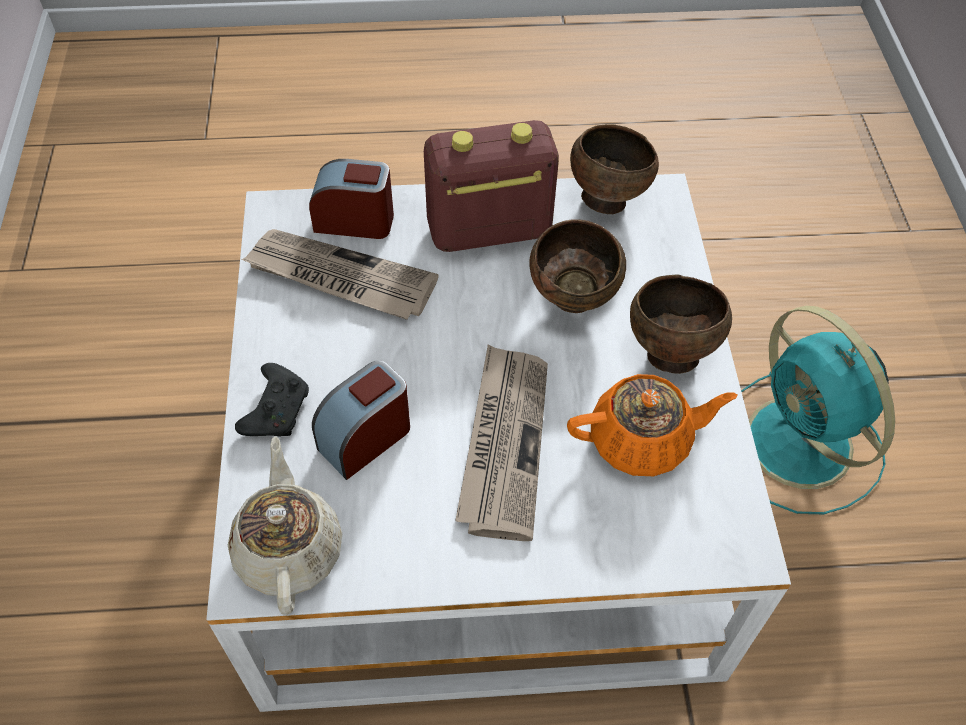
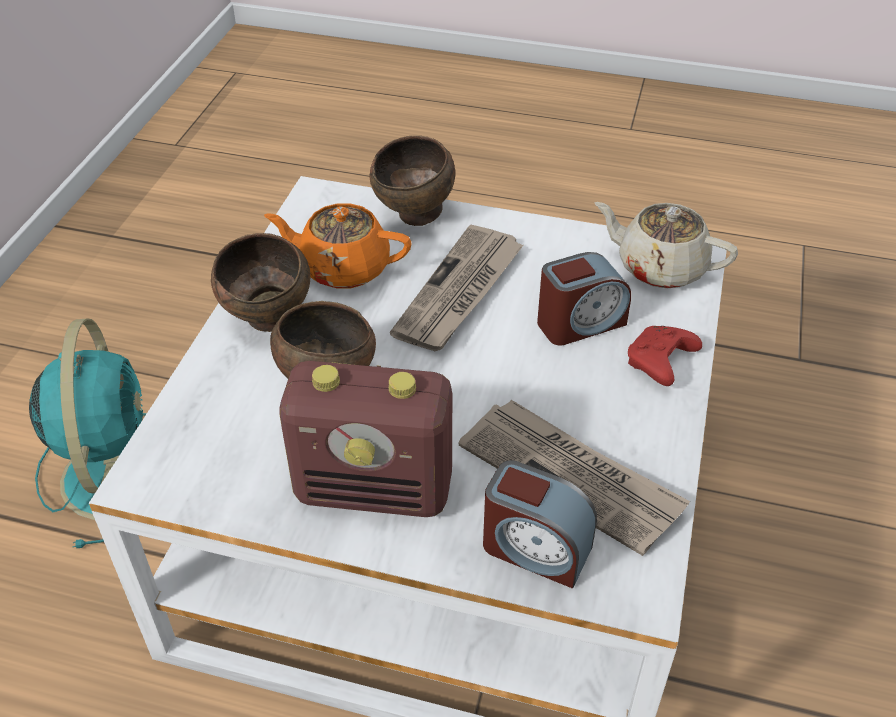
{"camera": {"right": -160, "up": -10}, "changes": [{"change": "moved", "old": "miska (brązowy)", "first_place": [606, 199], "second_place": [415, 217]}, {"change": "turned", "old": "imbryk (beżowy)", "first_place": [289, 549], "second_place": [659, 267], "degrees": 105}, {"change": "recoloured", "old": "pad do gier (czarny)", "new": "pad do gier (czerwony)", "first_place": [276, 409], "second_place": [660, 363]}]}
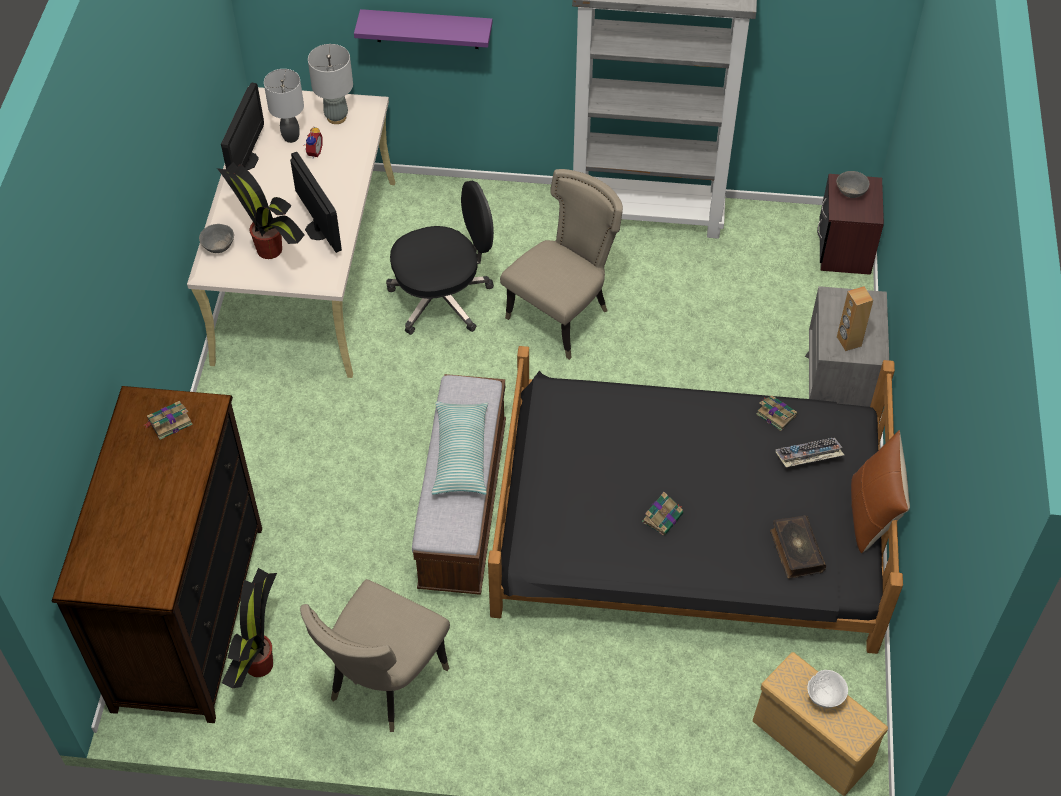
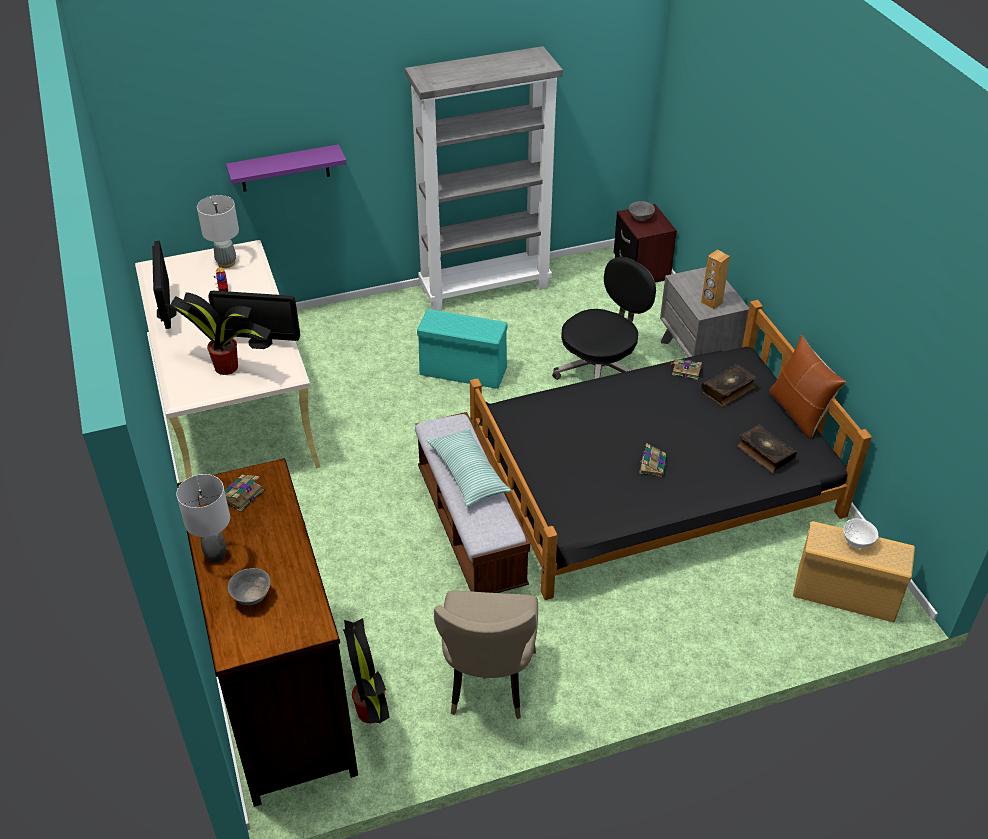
{"camera": {"right": -25, "up": -10}, "changes": [{"change": "moved", "old": "lampa stołowa (szary)", "first_place": [290, 137], "second_place": [215, 555]}, {"change": "turned", "old": "monitor", "first_place": [318, 230], "second_place": [260, 342], "degrees": 150}, {"change": "moved", "old": "miska (szary)", "first_place": [219, 248], "second_place": [252, 598]}, {"change": "replaced", "old": "krzesło (beżowy)", "new": "pojemnik do przechowywania (turkusowy)", "first_place": [563, 315], "second_place": [464, 371]}, {"change": "moved", "old": "krzesło biurowe (czarny)", "first_place": [443, 298], "second_place": [600, 371]}, {"change": "replaced", "old": "klawiatura", "new": "książka", "first_place": [808, 457], "second_place": [728, 390]}]}
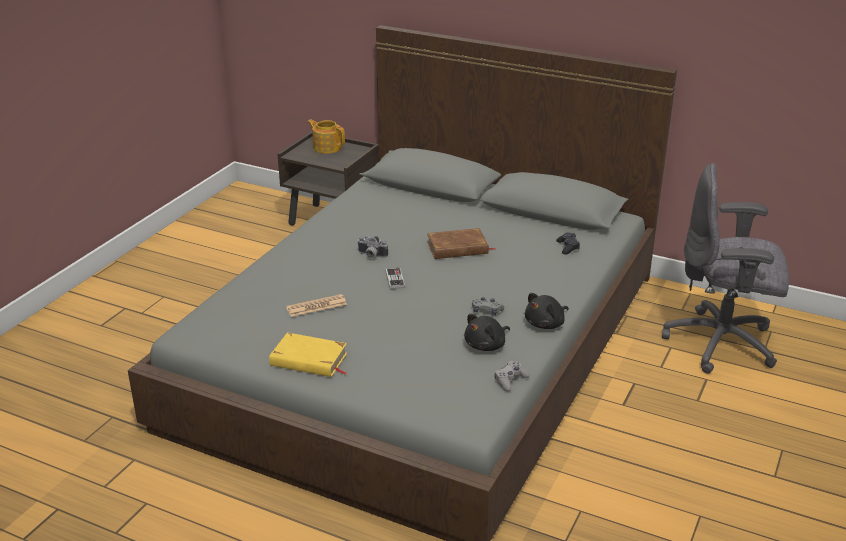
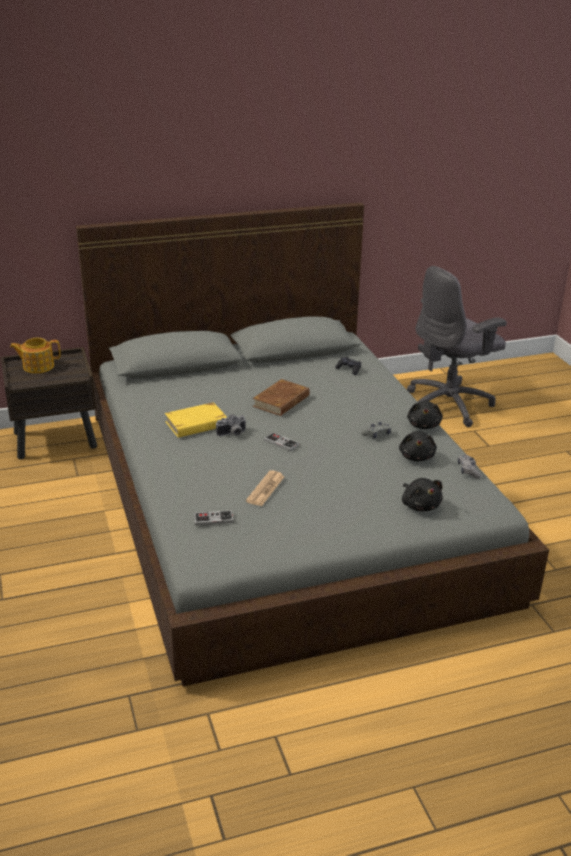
{"camera": {"right": -45, "up": 0}, "changes": [{"change": "moved", "old": "książka (żółty)", "first_place": [309, 360], "second_place": [197, 424]}, {"change": "added", "new": "pad do gier", "second_place": [213, 519]}, {"change": "added", "new": "pluszak (czarny)", "second_place": [420, 505]}]}
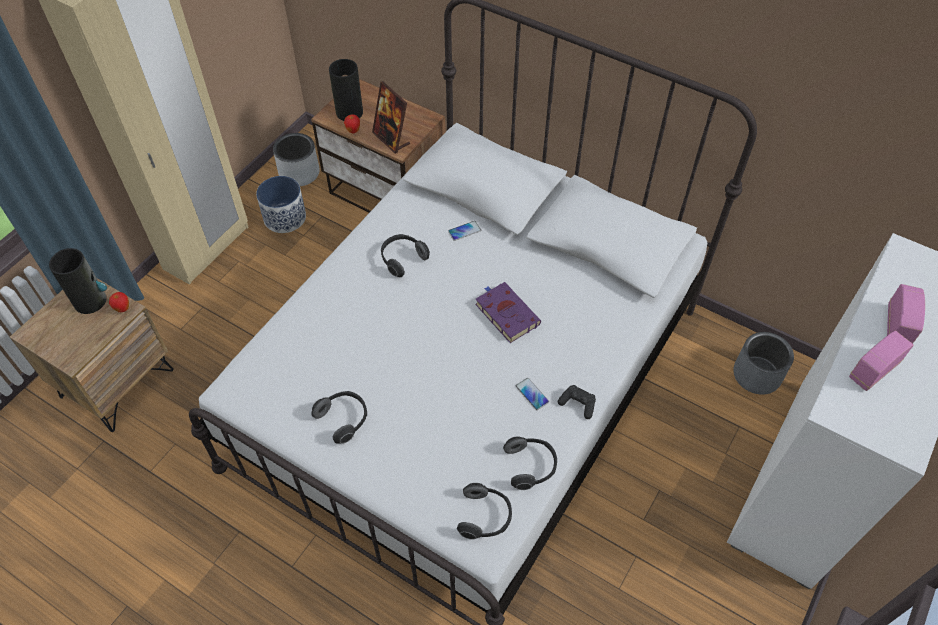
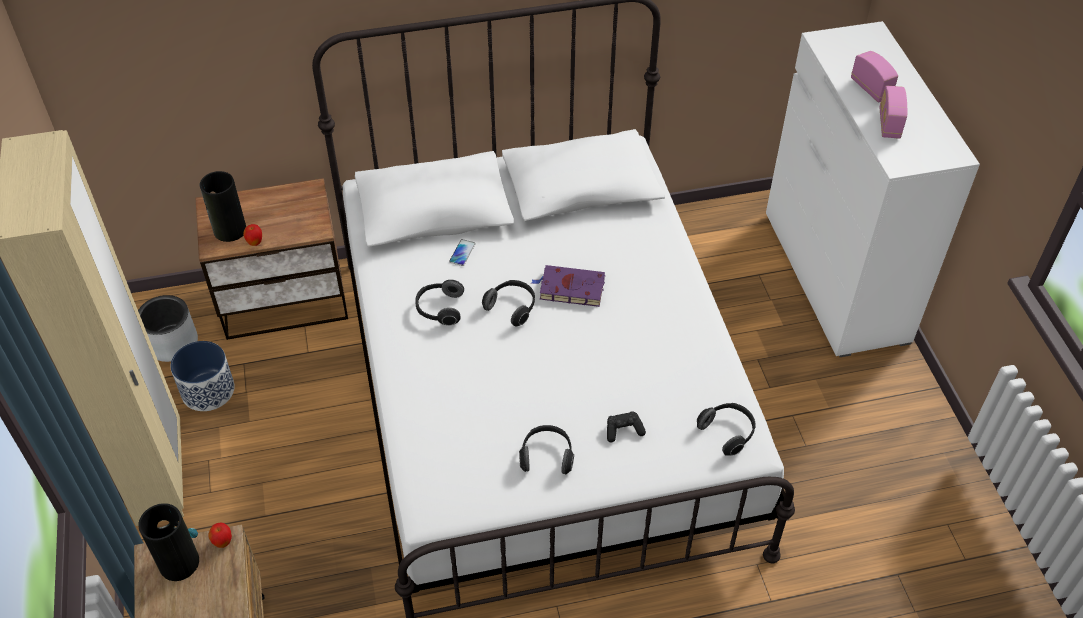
{"camera": {"right": -45, "up": -5}, "changes": [{"change": "moved", "old": "słuchawki", "first_place": [531, 466], "second_place": [512, 307]}, {"change": "moved", "old": "pad do gier (czarny)", "first_place": [578, 404], "second_place": [623, 430]}, {"change": "removed", "old": "ramka na zdjęcie", "first_place": [391, 139]}, {"change": "removed", "old": "telefon", "first_place": [532, 394]}, {"change": "removed", "old": "donica (szary)", "first_place": [757, 375]}]}
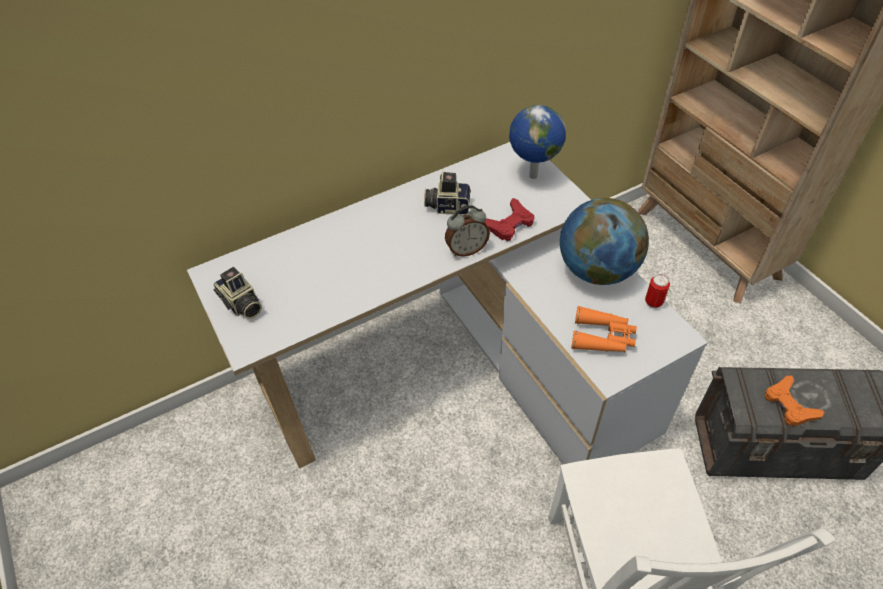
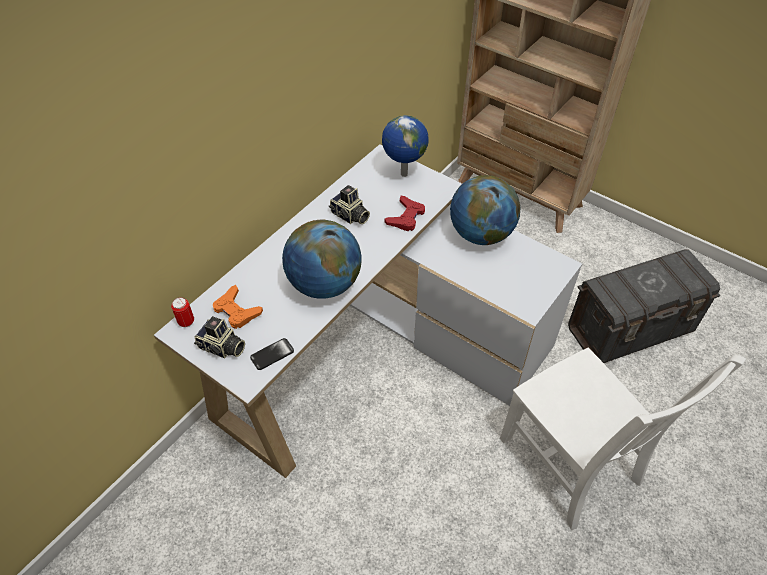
{"camera": {"right": -25, "up": 0}, "changes": [{"change": "moved", "old": "puszka", "first_place": [653, 302], "second_place": [186, 322]}, {"change": "moved", "old": "pad do gier (pomarańczowy)", "first_place": [789, 405], "second_place": [237, 311]}, {"change": "added", "new": "telefon", "second_place": [272, 354]}, {"change": "added", "new": "globus", "second_place": [324, 284]}, {"change": "turned", "old": "aparat fotograficzny", "first_place": [447, 206], "second_place": [350, 216], "degrees": -120}, {"change": "removed", "old": "budzik", "first_place": [466, 249]}, {"change": "removed", "old": "lornetka (pomarańczowy)", "first_place": [603, 337]}]}
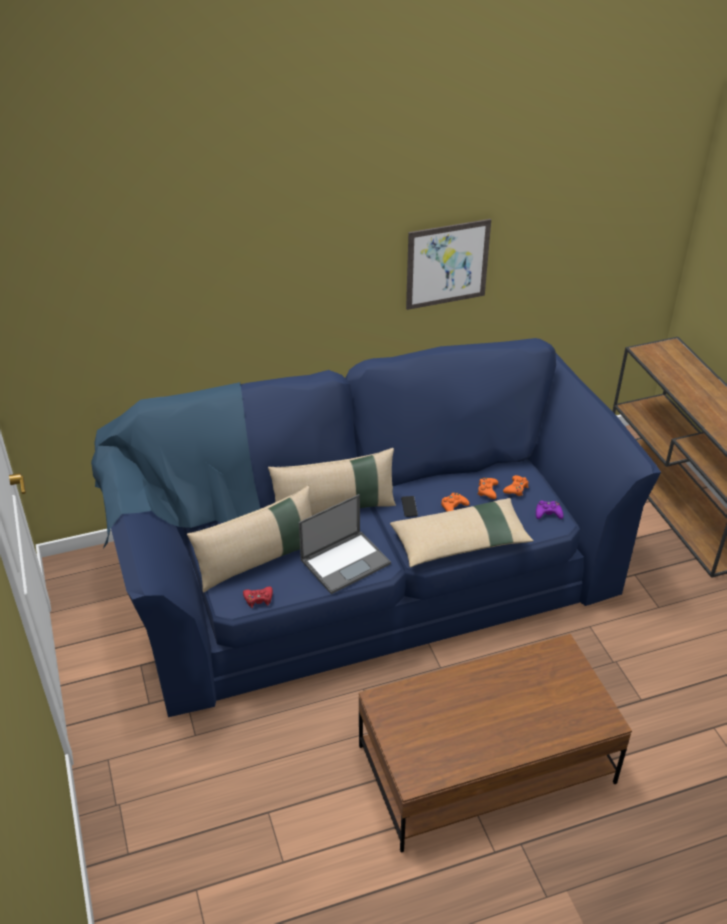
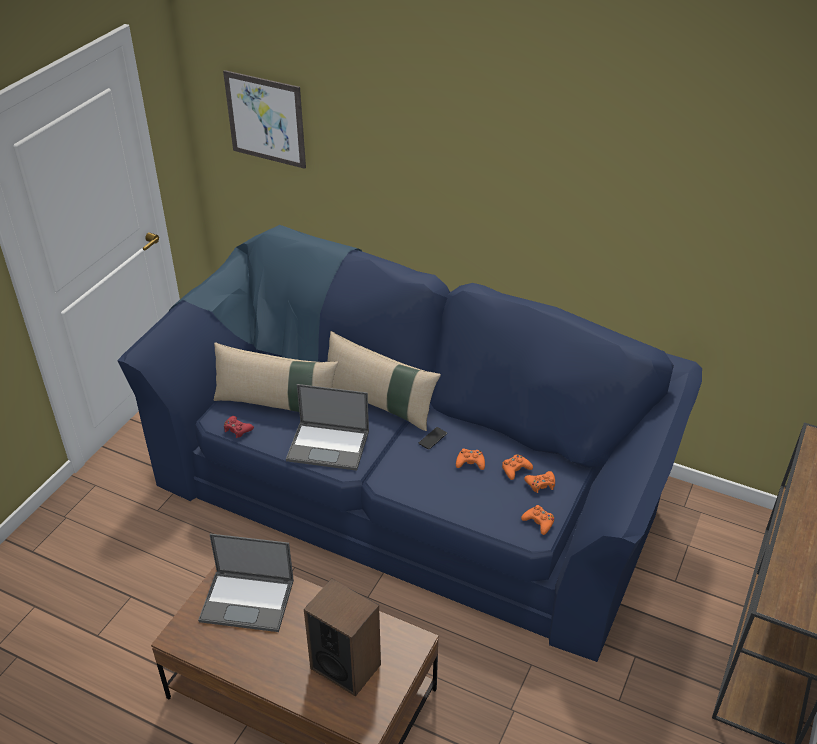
{"camera": {"right": 45, "up": 0}, "changes": [{"change": "added", "new": "laptop", "second_place": [248, 600]}, {"change": "moved", "old": "obraz", "first_place": [447, 264], "second_place": [265, 119]}, {"change": "added", "new": "głośnik", "second_place": [345, 666]}, {"change": "recoloured", "old": "pad do gier (fioletowy)", "new": "pad do gier (pomarańczowy)", "first_place": [548, 513], "second_place": [539, 522]}, {"change": "removed", "old": "poduszka (beżowy)", "first_place": [461, 542]}]}
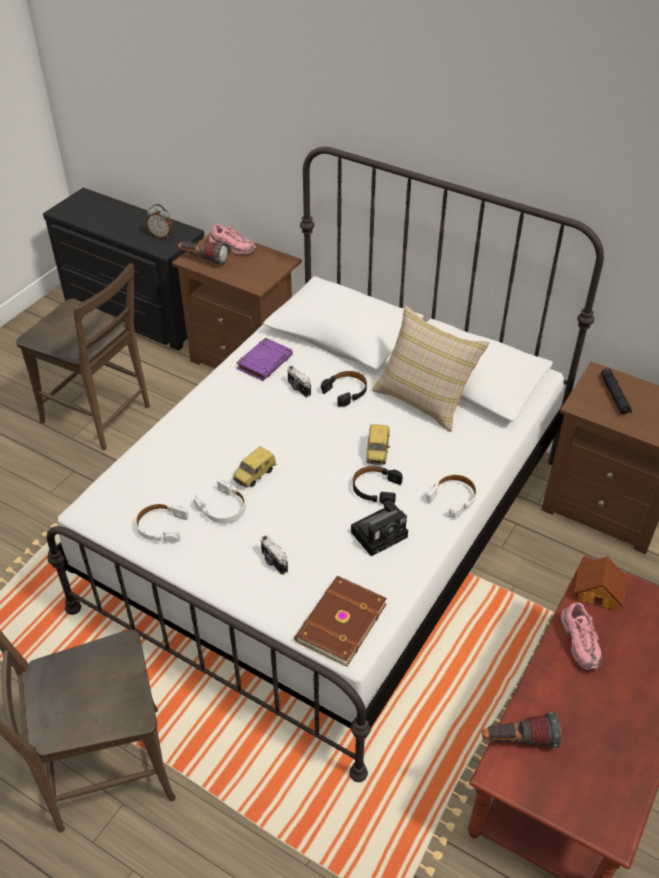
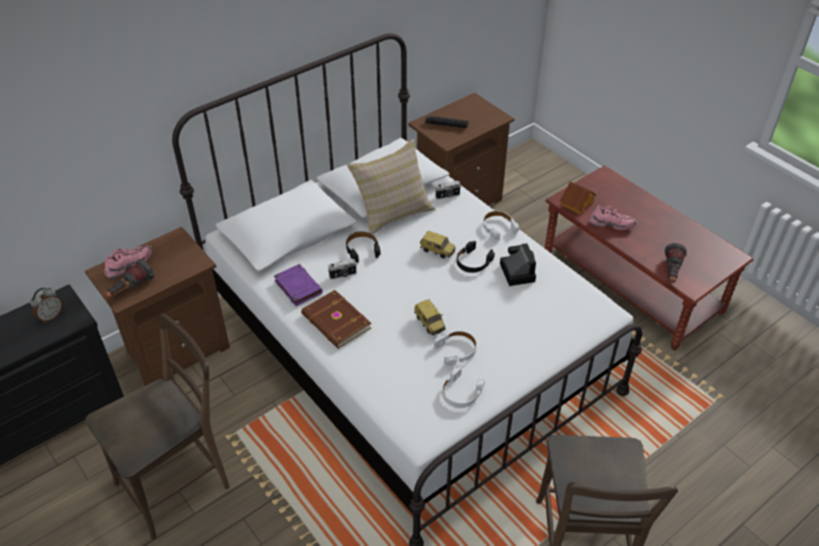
{"camera": {"right": -70, "up": 0}, "changes": [{"change": "moved", "old": "książka (brązowy)", "first_place": [339, 622], "second_place": [335, 322]}, {"change": "moved", "old": "aparat fotograficzny", "first_place": [273, 562], "second_place": [448, 196]}]}
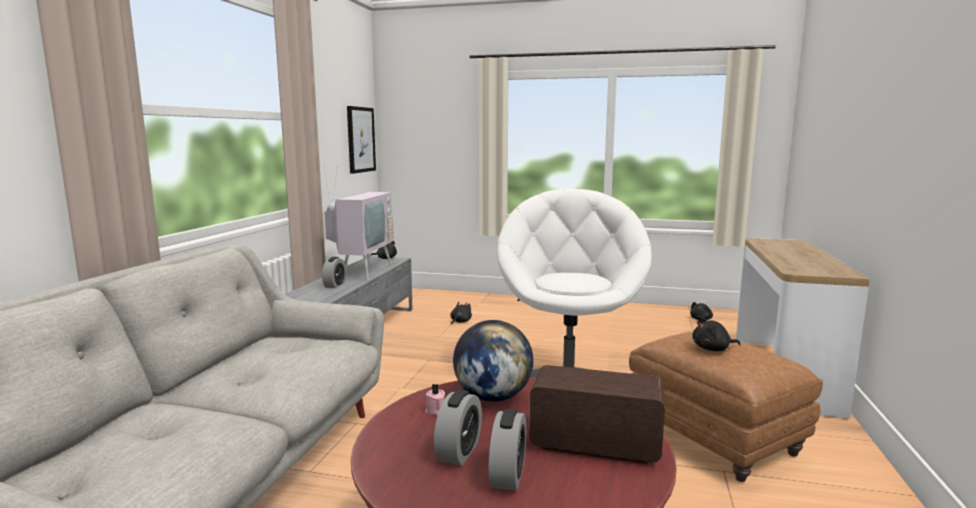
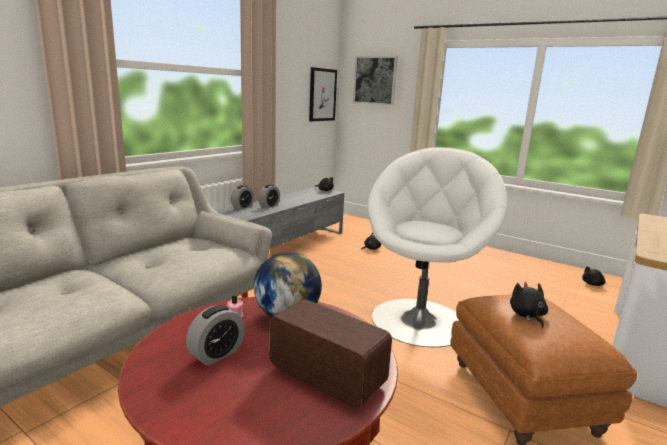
{"camera": {"right": 20, "up": 5}, "changes": [{"change": "moved", "old": "budzik", "first_place": [508, 475], "second_place": [242, 207]}, {"change": "added", "new": "obraz", "second_place": [375, 80]}, {"change": "turned", "old": "pluszak (czarny)", "first_place": [713, 349], "second_place": [527, 315], "degrees": 75}, {"change": "removed", "old": "telewizor", "first_place": [362, 271]}]}
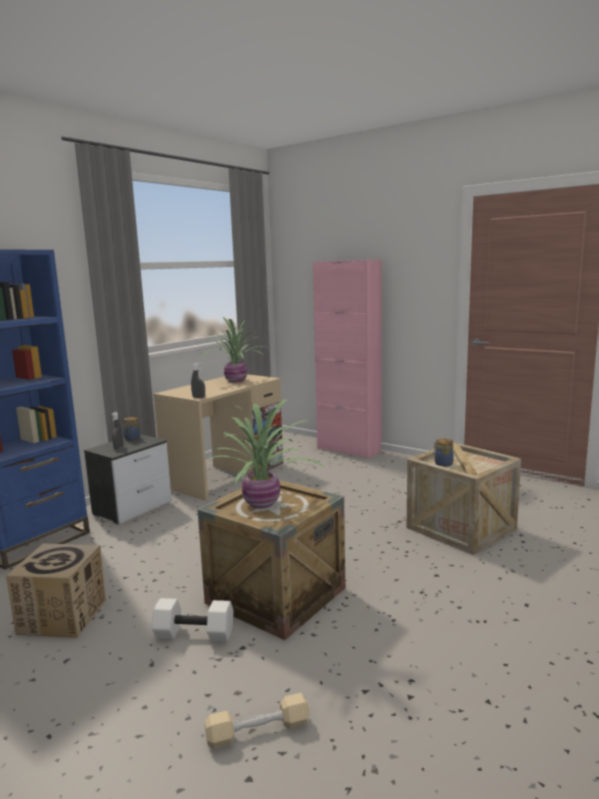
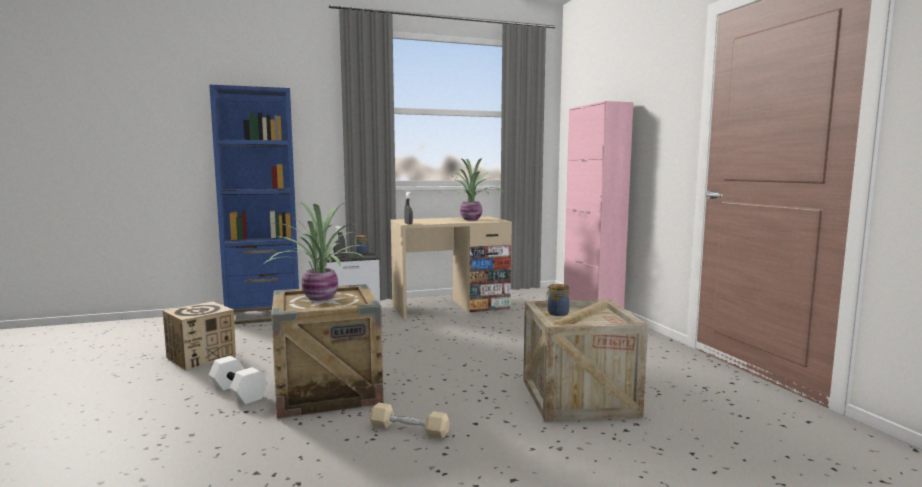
{"camera": {"right": 35, "up": -5}, "changes": [{"change": "moved", "old": "hantel (beżowy)", "first_place": [258, 731], "second_place": [409, 430]}]}
